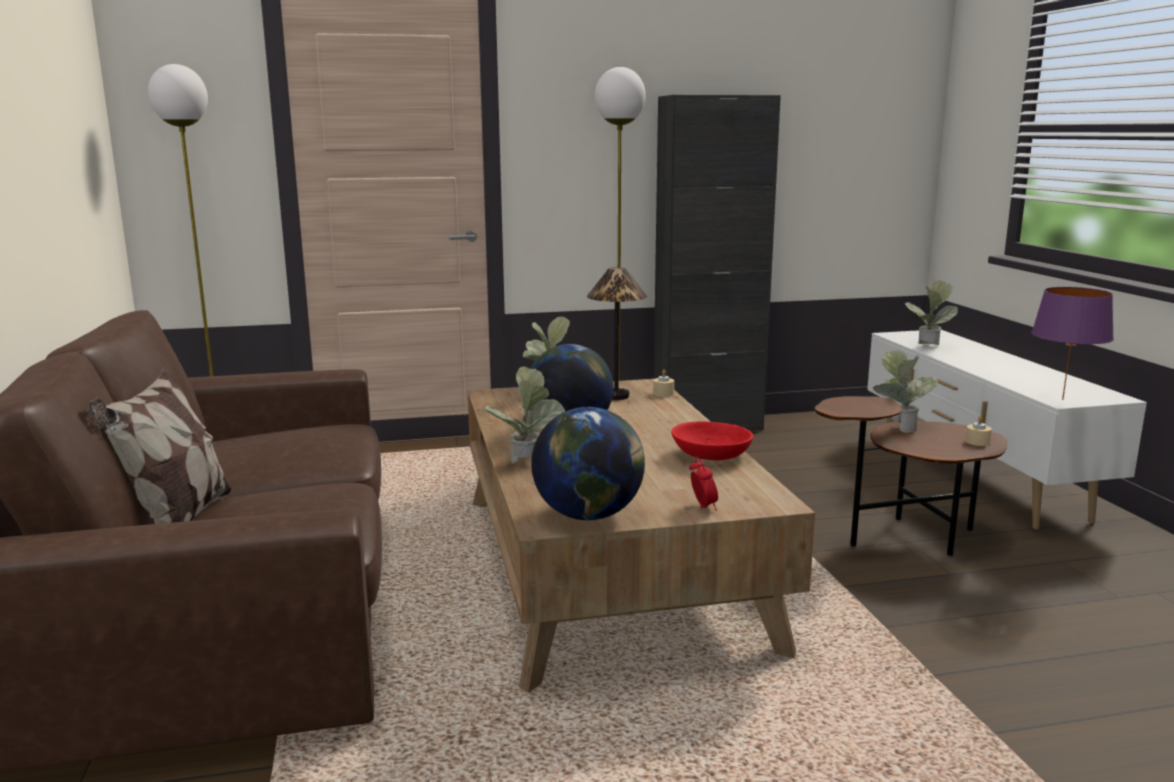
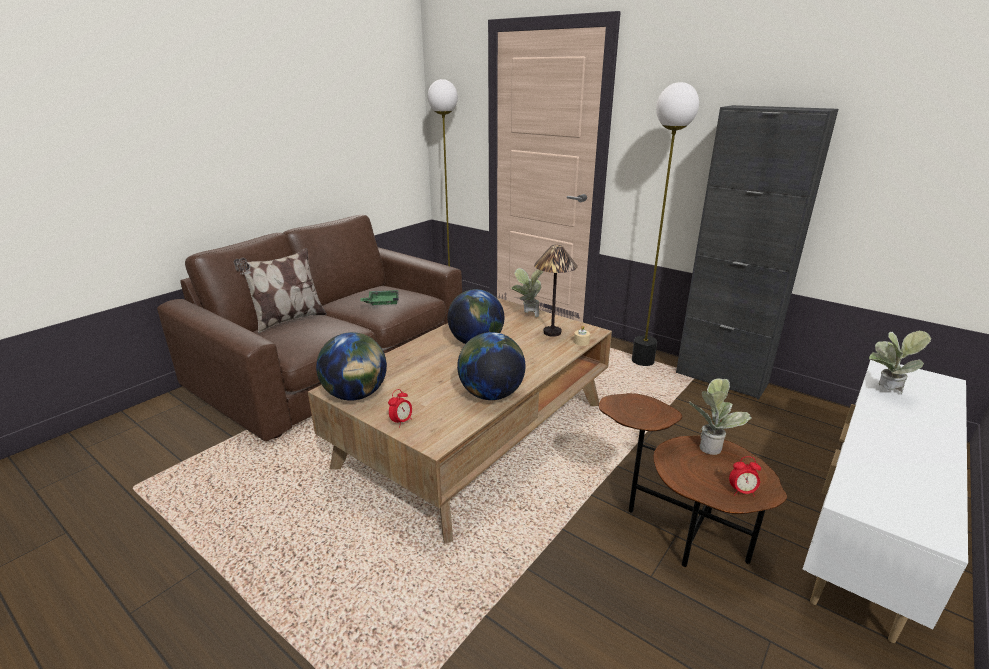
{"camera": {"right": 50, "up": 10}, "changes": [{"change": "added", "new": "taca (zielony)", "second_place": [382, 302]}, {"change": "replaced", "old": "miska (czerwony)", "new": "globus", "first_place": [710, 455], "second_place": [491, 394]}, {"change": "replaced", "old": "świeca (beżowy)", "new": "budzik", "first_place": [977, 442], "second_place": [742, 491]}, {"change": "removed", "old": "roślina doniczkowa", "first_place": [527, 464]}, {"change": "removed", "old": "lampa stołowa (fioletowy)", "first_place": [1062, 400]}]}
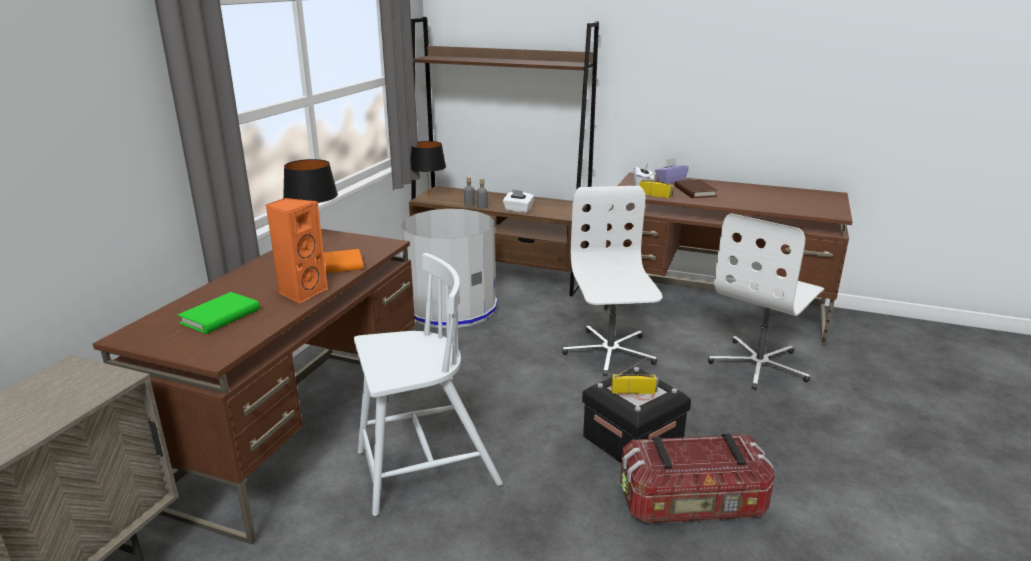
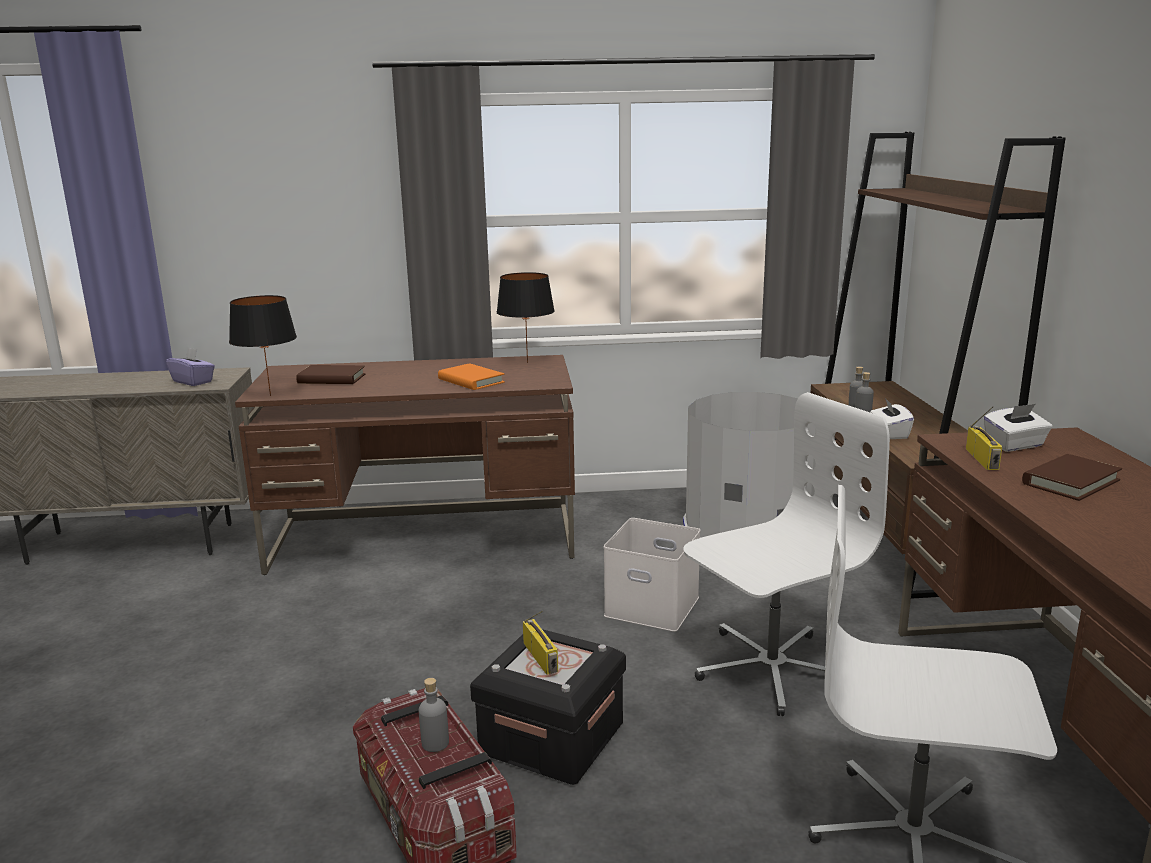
{"camera": {"right": 65, "up": -5}, "changes": [{"change": "moved", "old": "pudełko chusteczek (fioletowy)", "first_place": [670, 181], "second_place": [193, 381]}, {"change": "moved", "old": "lampa stołowa (czarny)", "first_place": [428, 199], "second_place": [269, 395]}, {"change": "recoloured", "old": "książka (zielony)", "new": "książka (brązowy)", "first_place": [220, 316], "second_place": [331, 379]}, {"change": "added", "new": "butelka (szary)", "second_place": [435, 743]}, {"change": "added", "new": "pojemnik do przechowywania (biały)", "second_place": [654, 606]}, {"change": "removed", "old": "głośnik (pomarańczowy)", "first_place": [301, 292]}, {"change": "removed", "old": "krzesło (biały)", "first_place": [424, 469]}]}
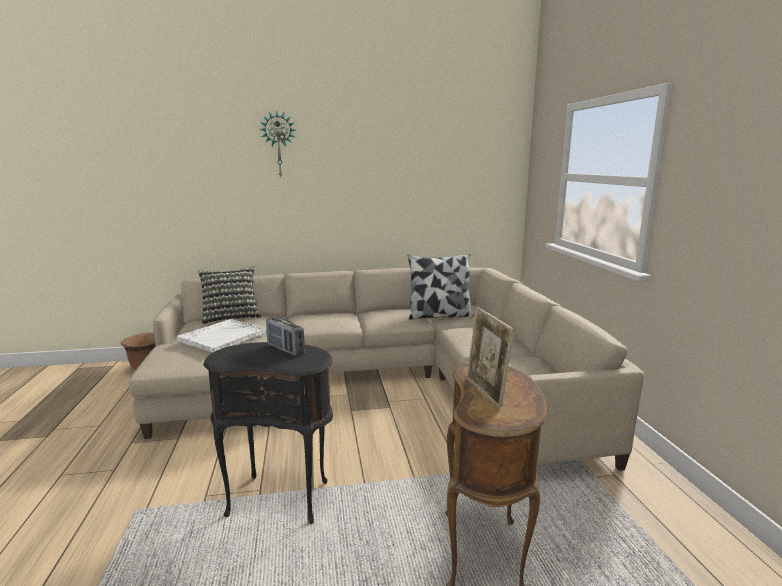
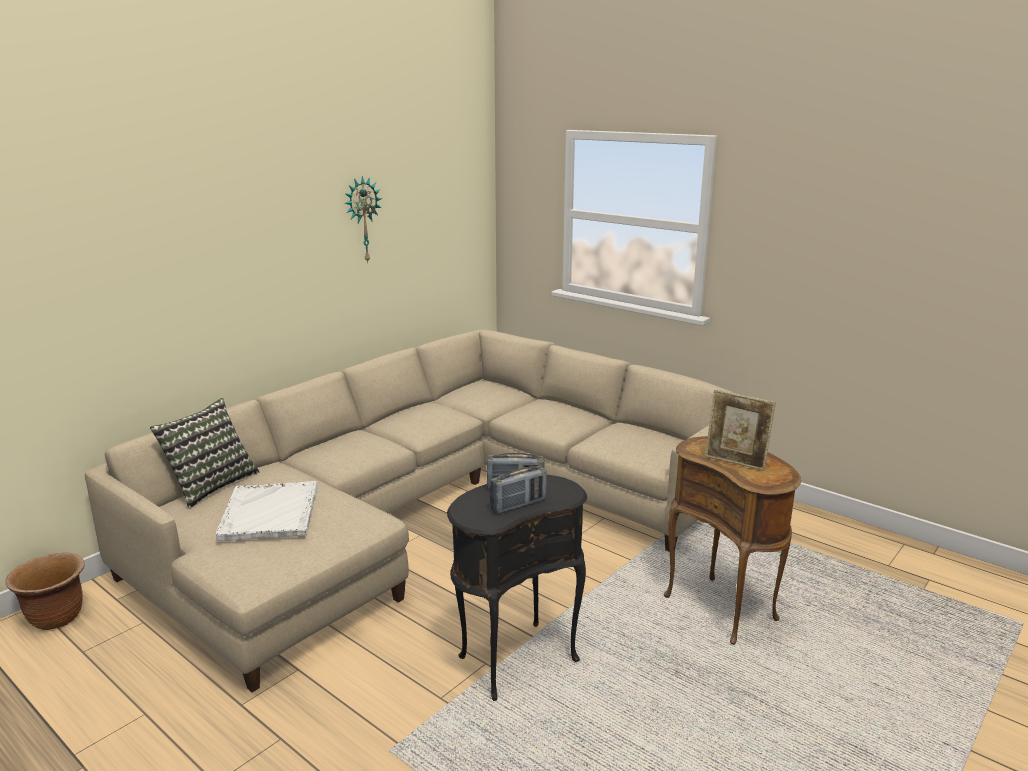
{"camera": {"right": -40, "up": 5}, "changes": [{"change": "moved", "old": "zegar ścienny", "first_place": [279, 145], "second_place": [362, 220]}, {"change": "added", "new": "radio", "second_place": [518, 505]}, {"change": "removed", "old": "poduszka", "first_place": [439, 315]}]}
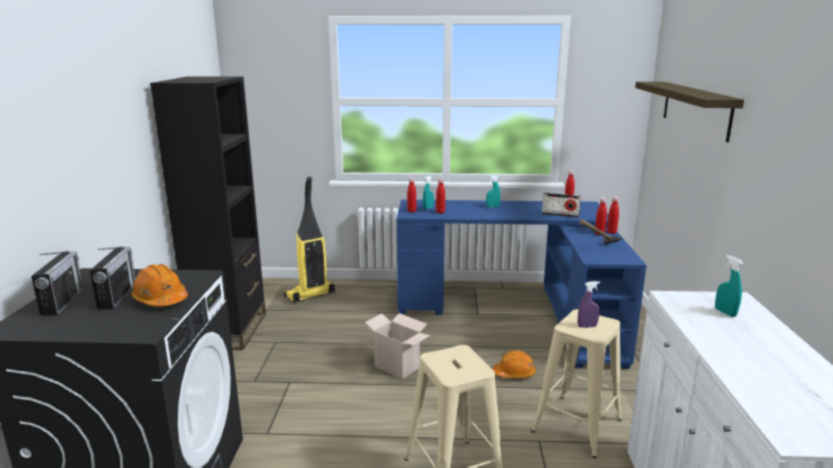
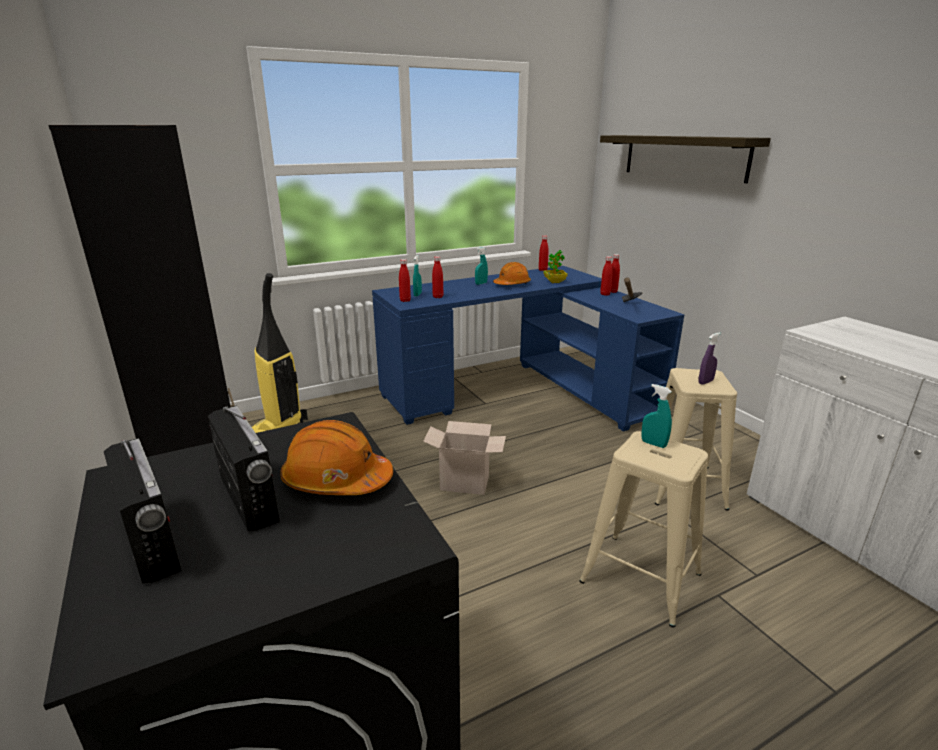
{"camera": {"right": -30, "up": 5}, "changes": [{"change": "moved", "old": "kask (pomarańczowy)", "first_place": [514, 373], "second_place": [512, 284]}, {"change": "replaced", "old": "radio", "new": "roślina doniczkowa", "first_place": [560, 215], "second_place": [554, 281]}, {"change": "moved", "old": "spryskiwacz (turkusowy)", "first_place": [725, 313], "second_place": [653, 444]}]}
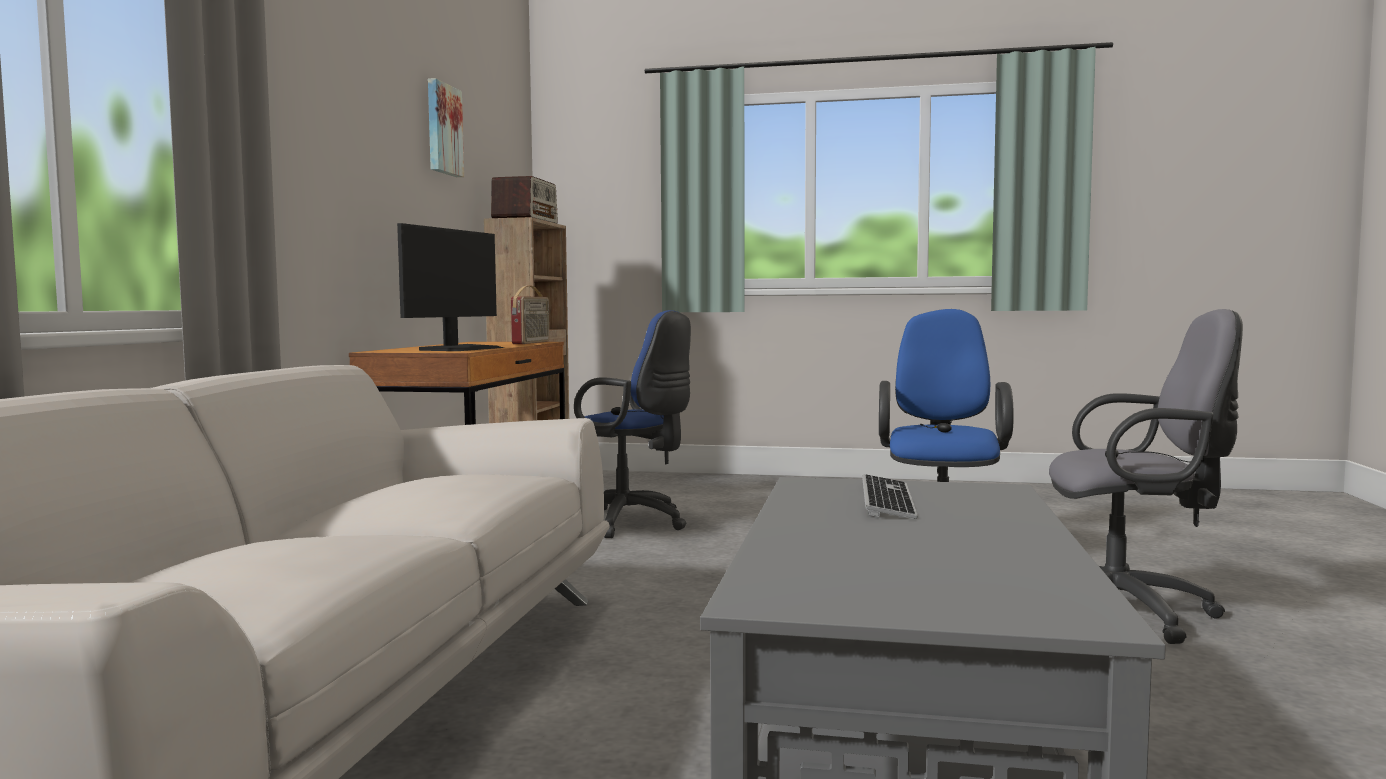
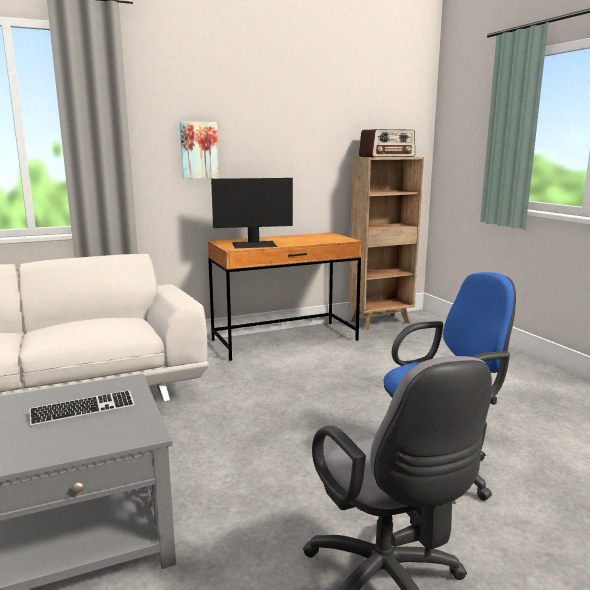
{"camera": {"right": 55, "up": 10}, "changes": [{"change": "moved", "old": "obraz", "first_place": [442, 129], "second_place": [198, 150]}, {"change": "removed", "old": "radio", "first_place": [532, 343]}, {"change": "removed", "old": "krzesło biurowe (niebieski)", "first_place": [630, 523]}]}
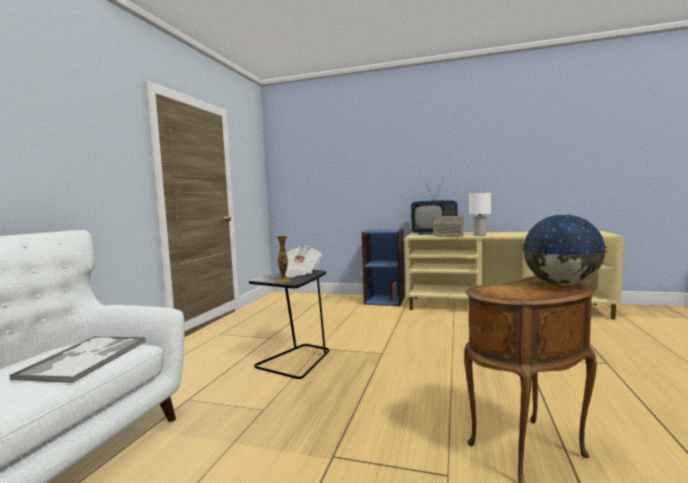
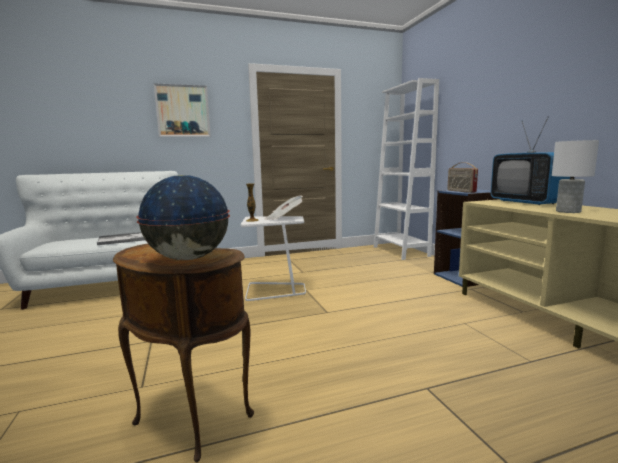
{"camera": {"right": 55, "up": 5}, "changes": [{"change": "added", "new": "obraz", "second_place": [183, 111]}, {"change": "recoloured", "old": "stolik (czarny)", "new": "stolik (biały)", "first_place": [296, 360], "second_place": [274, 290]}, {"change": "added", "new": "regał (biały)", "second_place": [400, 251]}, {"change": "moved", "old": "radio", "first_place": [448, 236], "second_place": [460, 191]}]}
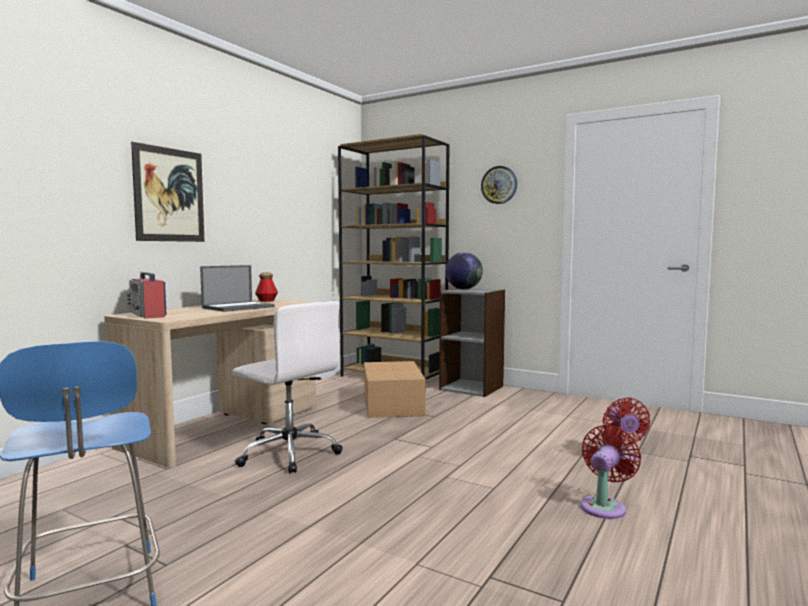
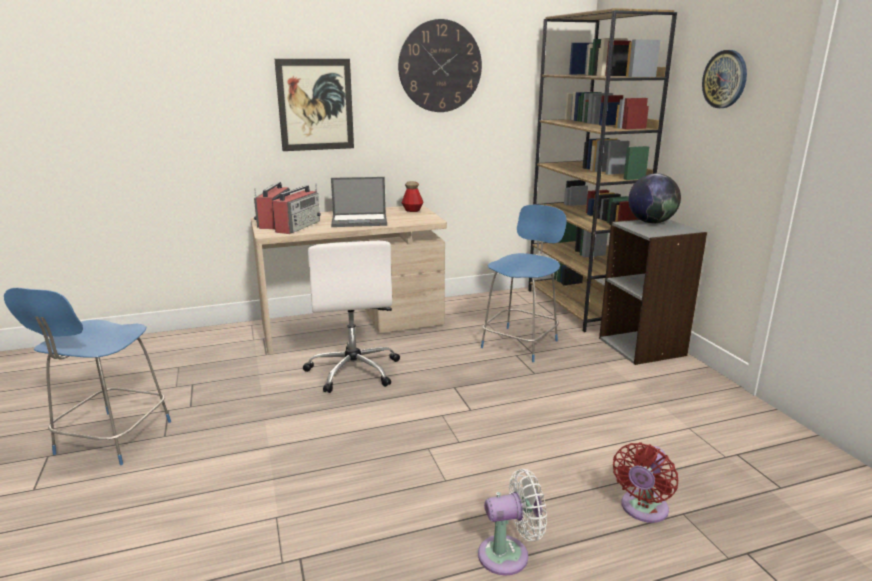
{"camera": {"right": 40, "up": 15}, "changes": [{"change": "added", "new": "radio", "second_place": [298, 226]}, {"change": "added", "new": "zegar ścienny", "second_place": [440, 66]}, {"change": "recoloured", "old": "wentylator (czerwony)", "new": "wentylator (biały)", "first_place": [604, 506], "second_place": [509, 554]}, {"change": "replaced", "old": "karton", "new": "krzesło (niebieski)", "first_place": [393, 404], "second_place": [521, 343]}]}
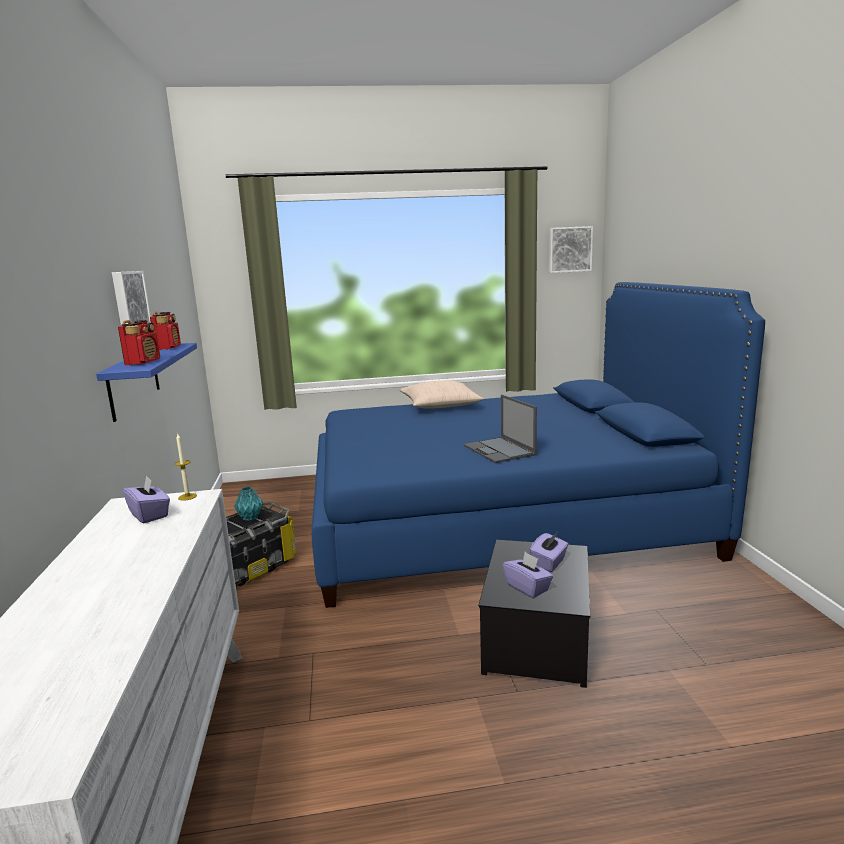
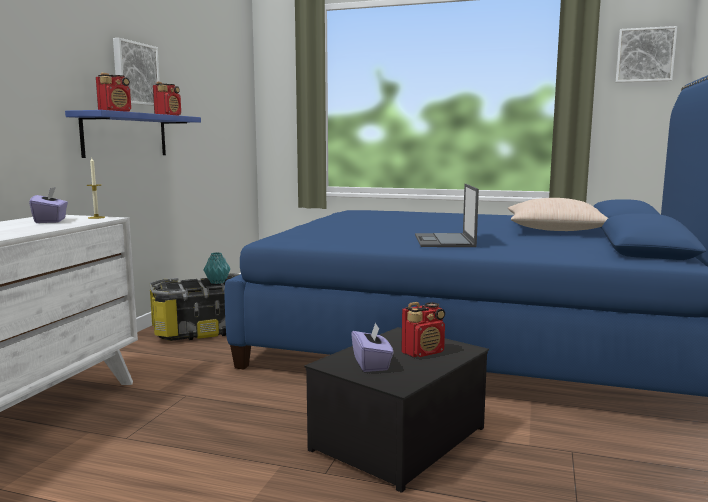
{"camera": {"right": 25, "up": -5}, "changes": [{"change": "replaced", "old": "pudełko chusteczek (fioletowy)", "new": "radio", "first_place": [549, 563], "second_place": [423, 352]}, {"change": "moved", "old": "poduszka (beżowy)", "first_place": [440, 406], "second_place": [555, 230]}]}
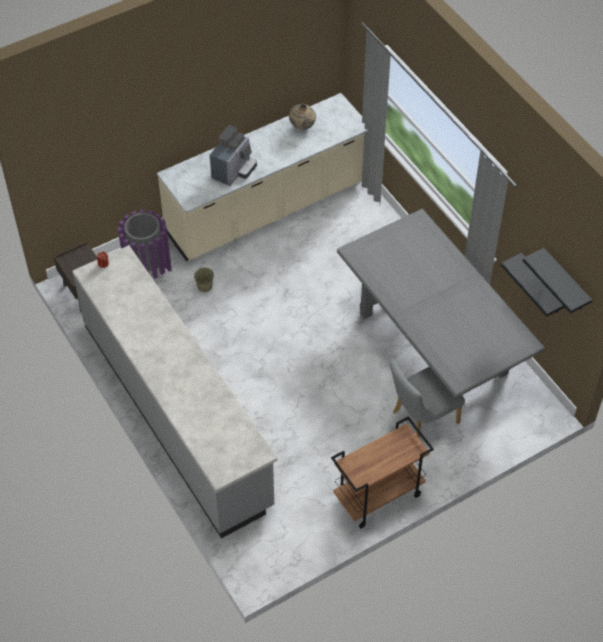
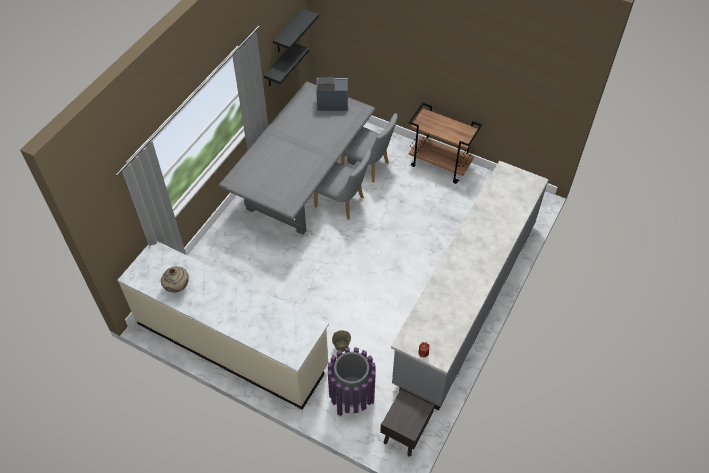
{"camera": {"right": -120, "up": 0}, "changes": [{"change": "added", "new": "krzesło (szary)", "second_place": [343, 203]}, {"change": "moved", "old": "ekspres do kawy", "first_place": [234, 170], "second_place": [331, 103]}]}
